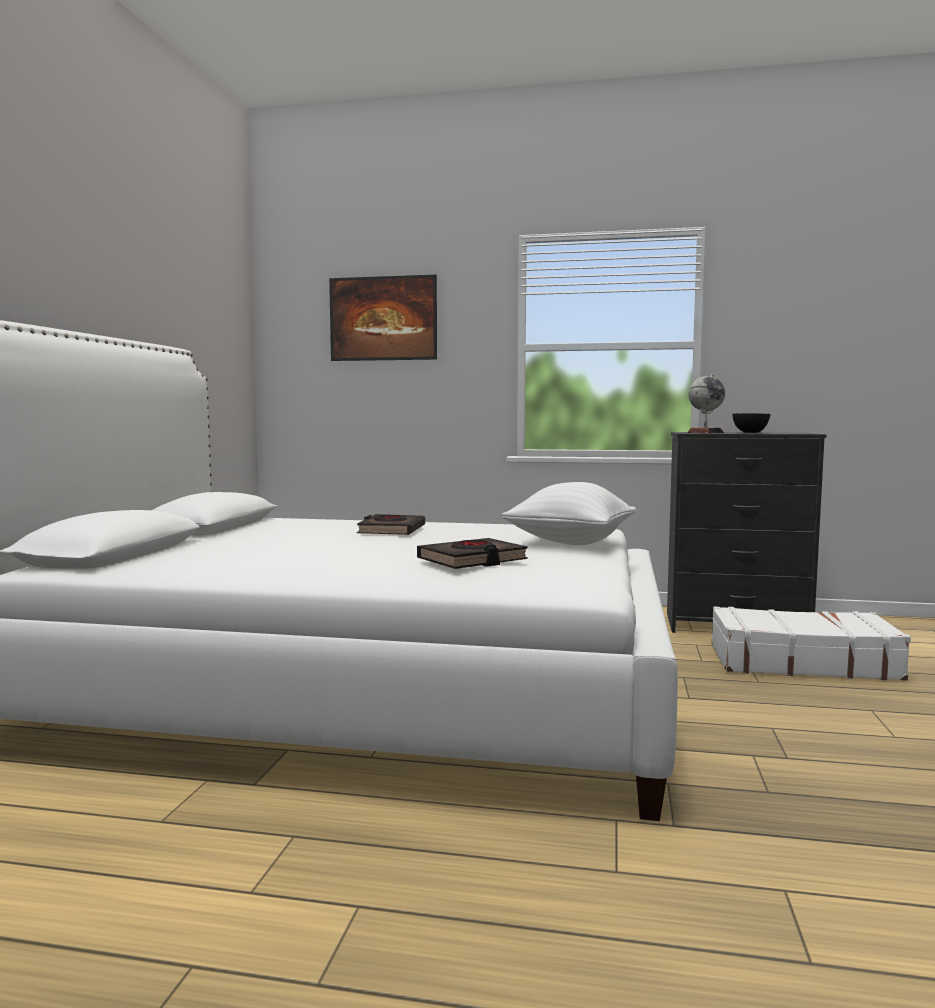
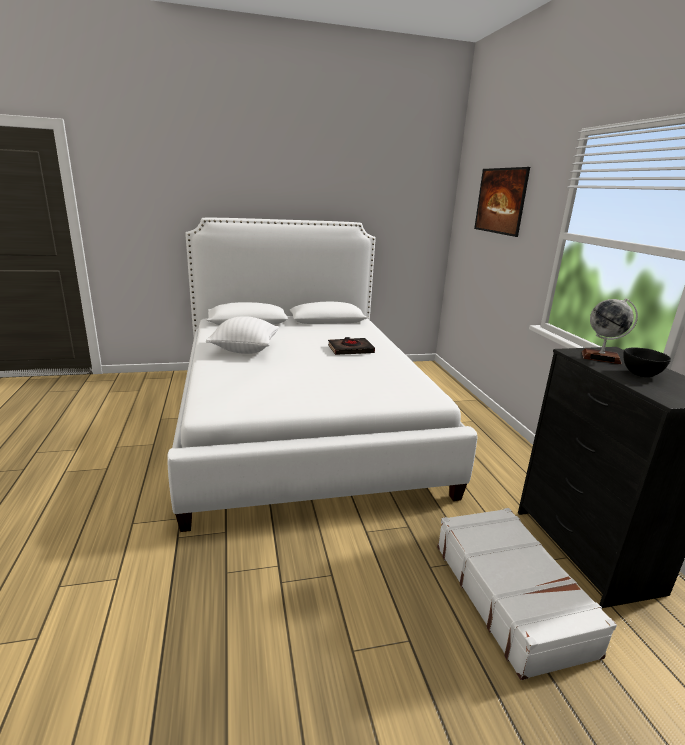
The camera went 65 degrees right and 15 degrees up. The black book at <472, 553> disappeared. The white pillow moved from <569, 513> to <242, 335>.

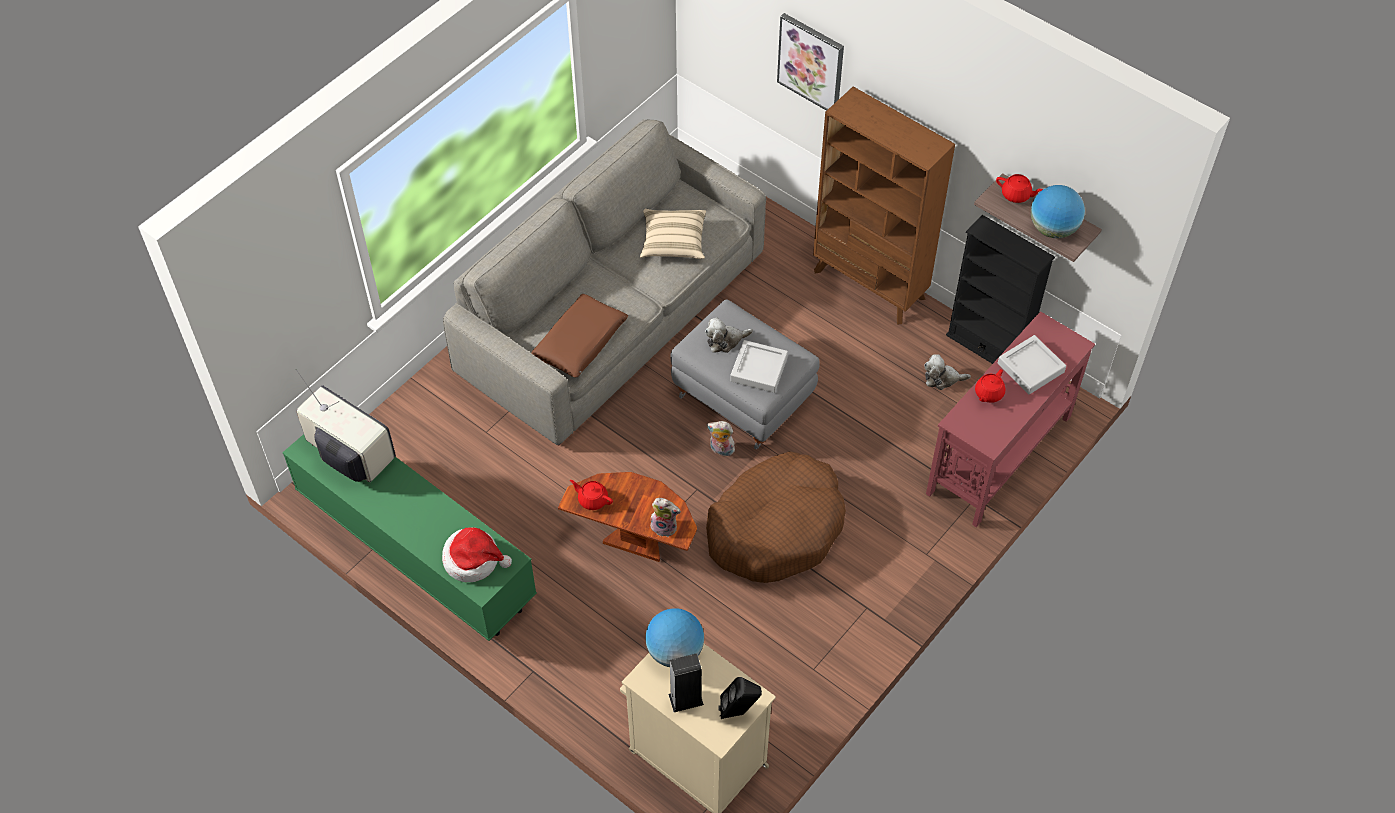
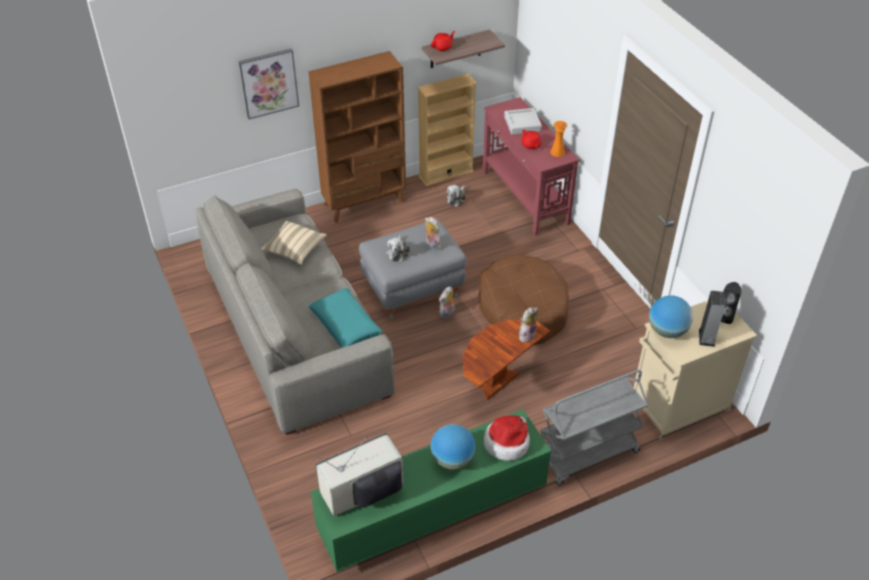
The camera went 65 degrees left and 10 degrees down. The red teapot at <591, 495> disappeared. The grey cart at <594, 427> appeared. The orange vase at <558, 139> appeared. The globe moved from <1058, 211> to <453, 447>. The grey tray at <759, 366> was replaced by the plush toy at <433, 233>. The brown pillow at <579, 335> became the turquoise pillow at <346, 318>. The black bookcase at <1000, 289> became the beige bookcase at <447, 129>.

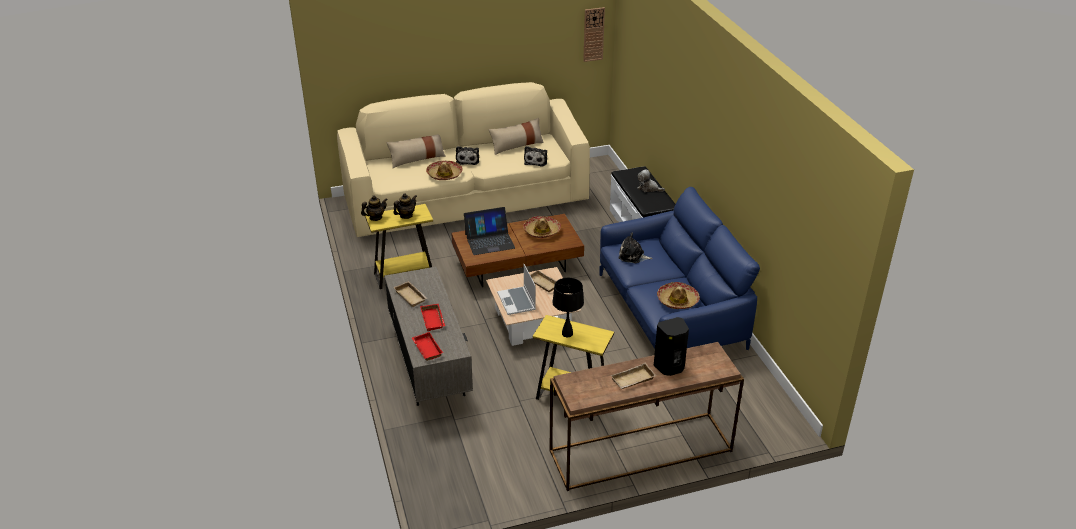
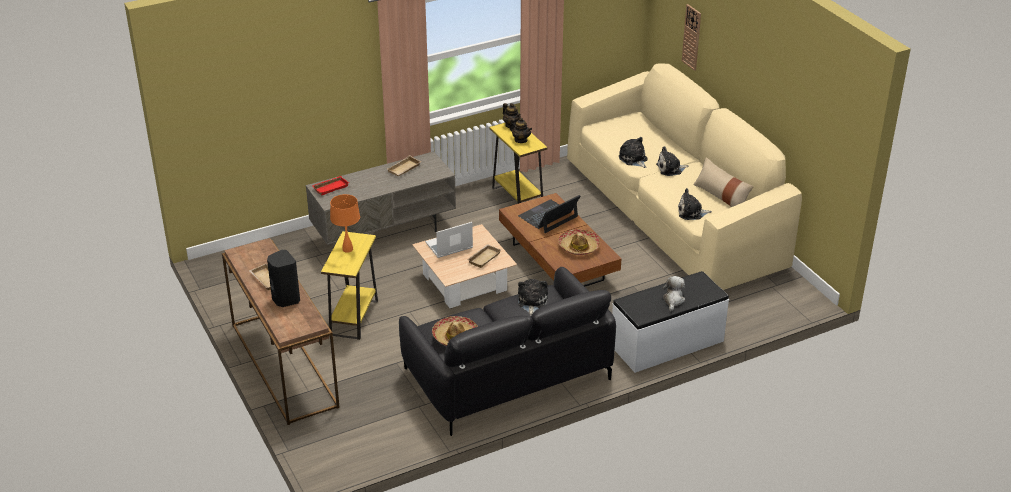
The camera went 80 degrees right and 0 degrees up. The beige pillow at <416, 151> disappeared. The red tray at <432, 317> disappeared. The wall clock moved from <594, 34> to <691, 37>. The hat at <444, 170> was replaced by the plush toy at <633, 152>. The black table lamp at <568, 307> became the orange table lamp at <345, 223>. The blue sofa at <679, 268> became the black sofa at <507, 351>. The laptop at <489, 231> turned 75 degrees clockwise.

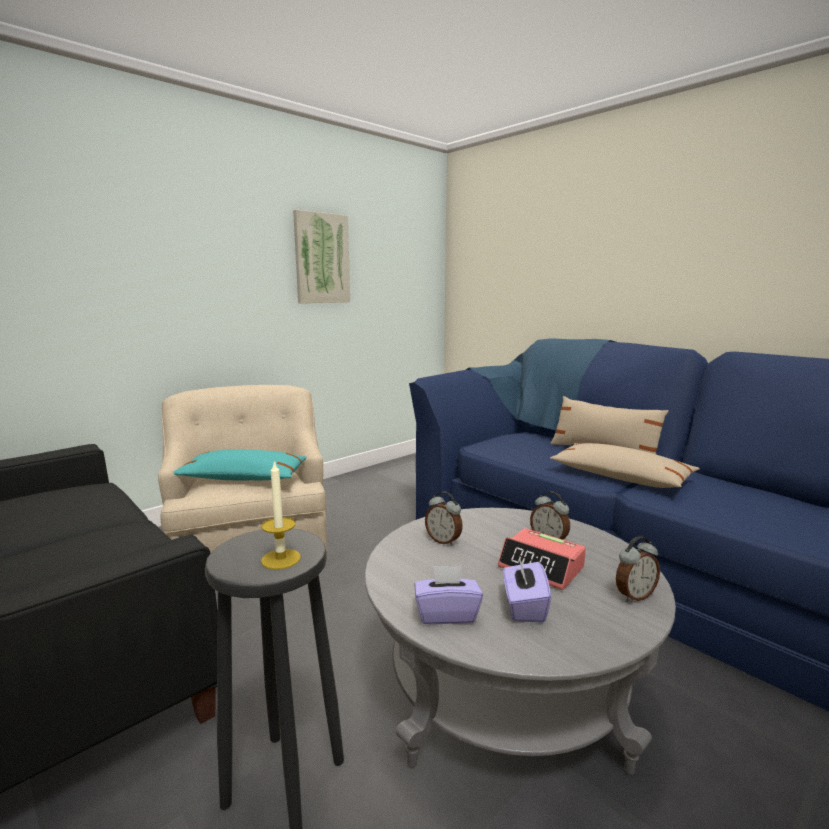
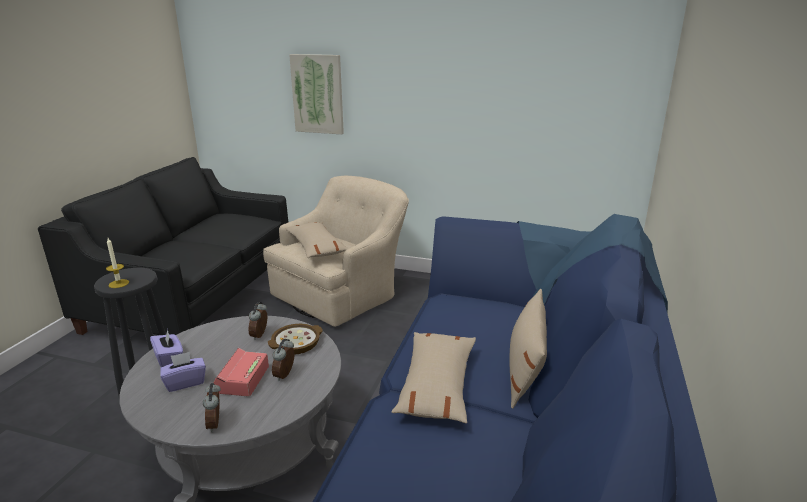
The camera went 60 degrees right and 10 degrees up. The bowl at <295, 339> appeared. The picture moved from <321, 256> to <316, 94>. The turquoise pillow at <239, 464> became the beige pillow at <317, 240>. The alarm clock at <638, 569> turned 45 degrees clockwise.

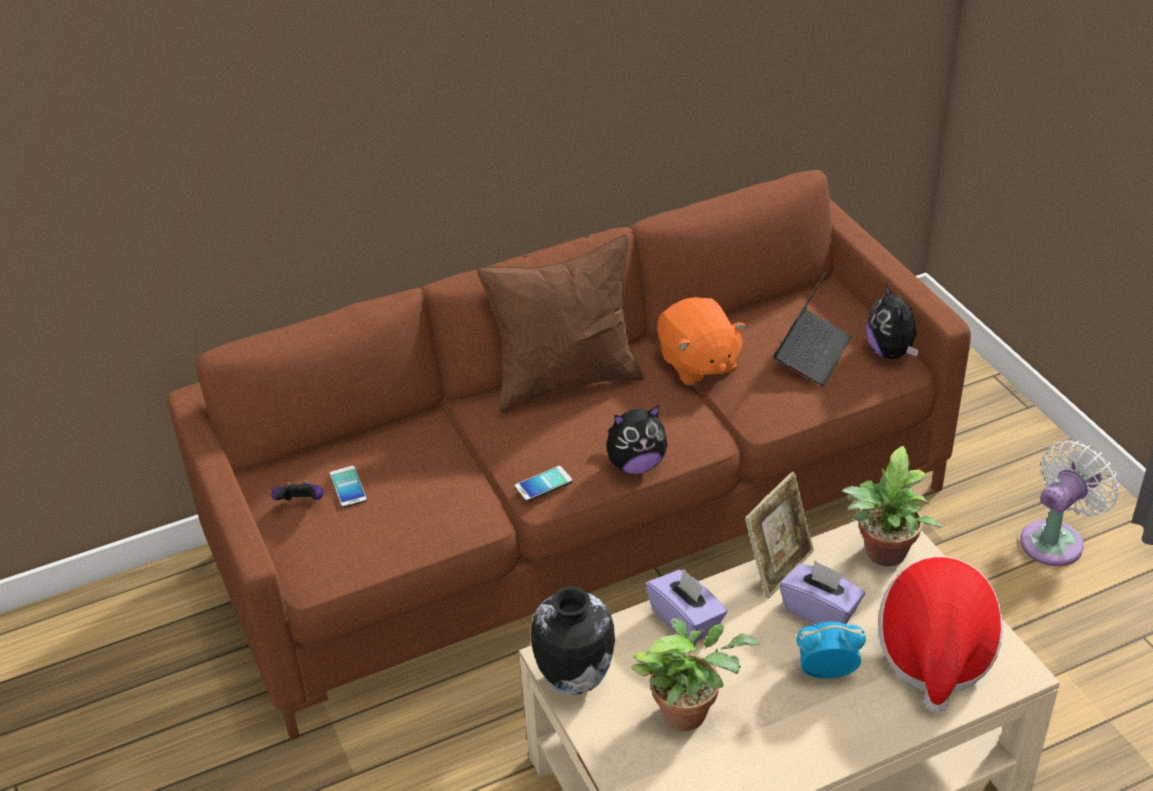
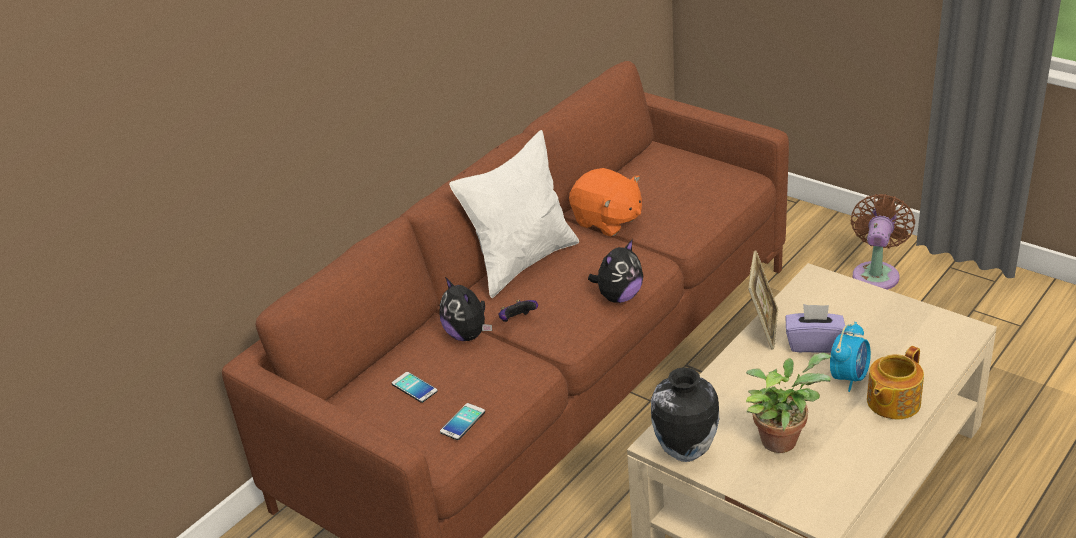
The camera went 25 degrees left and 5 degrees down. The purple tissue box at <686, 605> disappeared. The laptop at <812, 329> disappeared. The potted plant at <891, 506> disappeared. The hat at <940, 634> disappeared. The teapot at <895, 382> appeared. The game controller moved from <297, 490> to <518, 311>. The phone moved from <543, 484> to <462, 421>. The plush toy moved from <892, 321> to <466, 309>. The brown pillow at <560, 324> became the white pillow at <514, 214>. The white fan at <1069, 503> became the brown fan at <883, 242>. The alarm clock at <831, 650> turned 150 degrees clockwise.

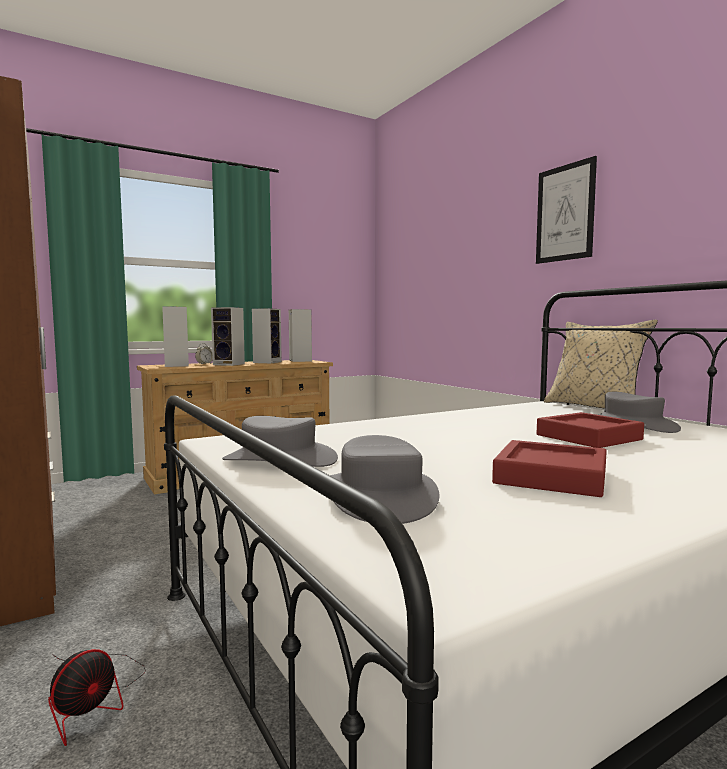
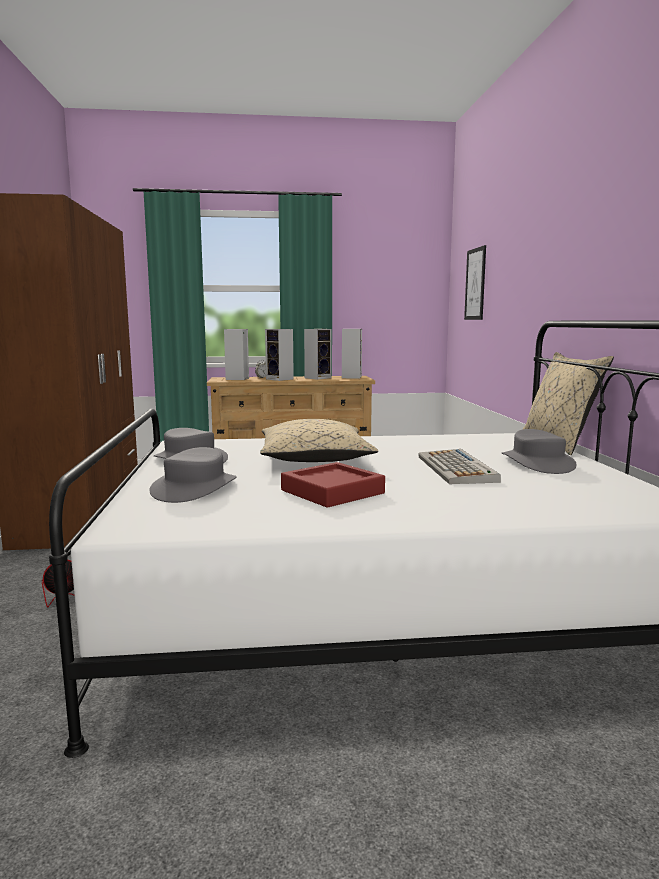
The camera went 25 degrees right and 5 degrees up. The beige pillow at <319, 440> appeared. The picture moved from <566, 210> to <475, 282>. The red tray at <590, 430> was replaced by the keyboard at <460, 466>.

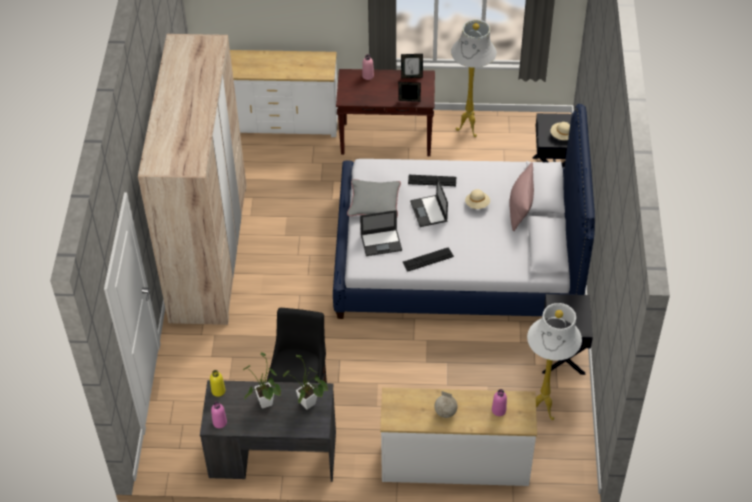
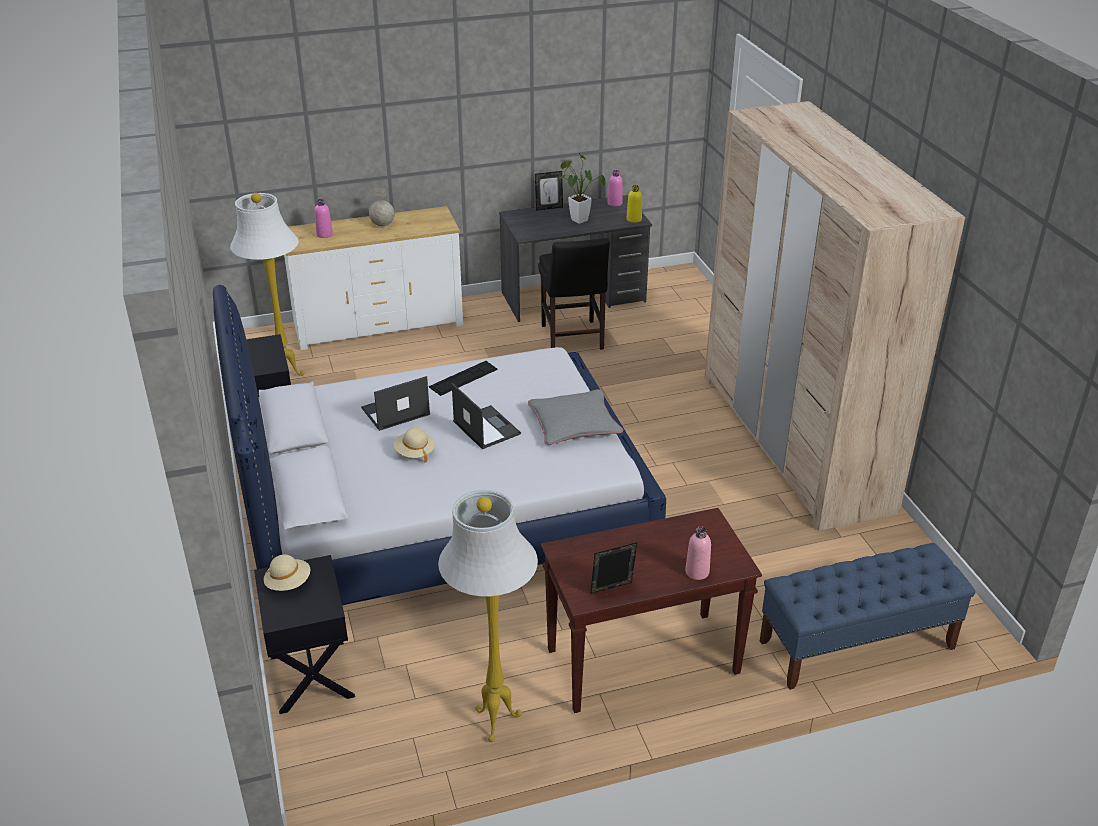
The camera went 160 degrees right and 15 degrees down. The potted plant at <305, 382> disappeared. The keyboard at <432, 180> disappeared. The pink pillow at <521, 196> disappeared. The laptop moved from <381, 233> to <395, 403>. The picture frame moved from <409, 92> to <549, 191>. The white dresser at <284, 93> was replaced by the blue bench at <868, 616>.

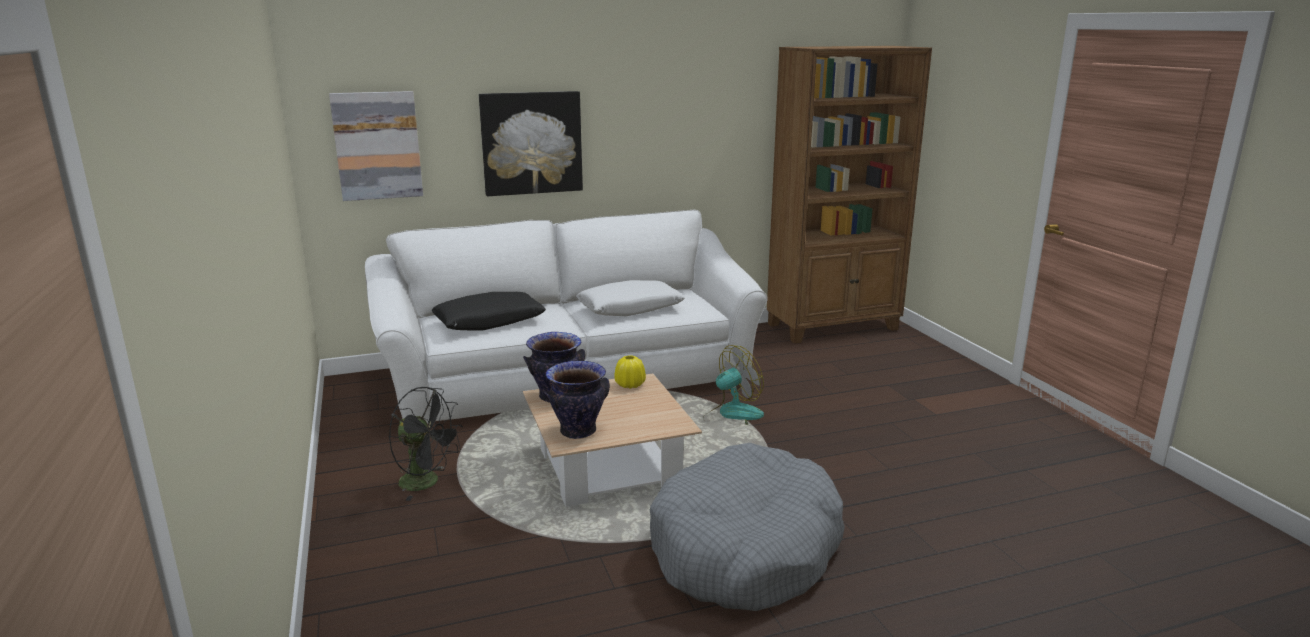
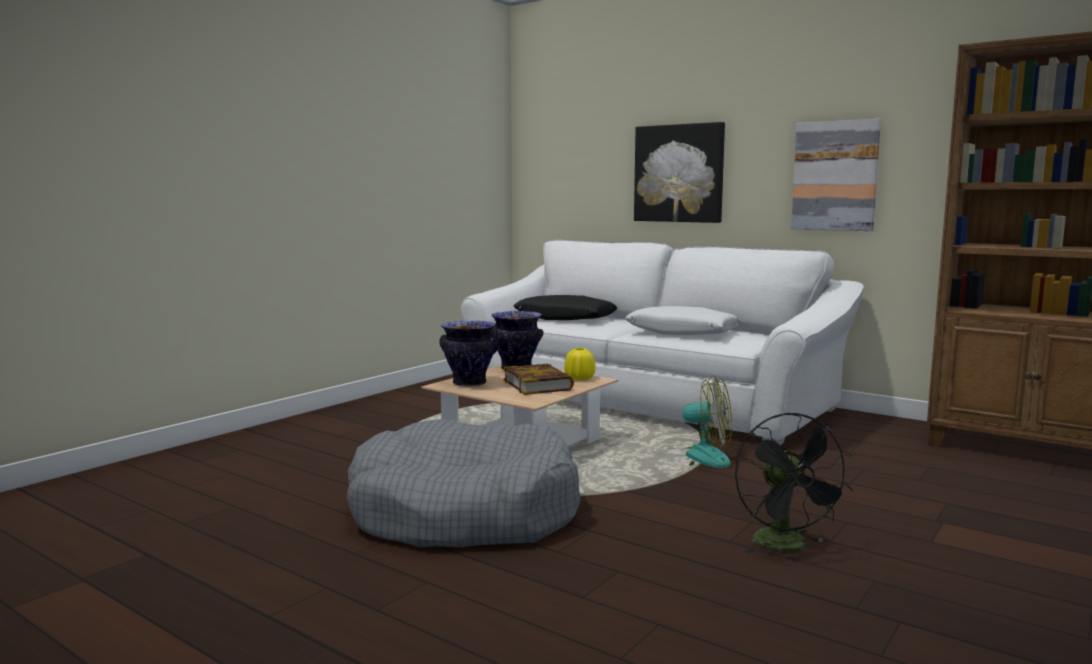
The camera went 55 degrees right and 10 degrees down. The book at <538, 379> appeared. The picture moved from <376, 146> to <836, 175>. The black fan moved from <426, 444> to <793, 482>.

